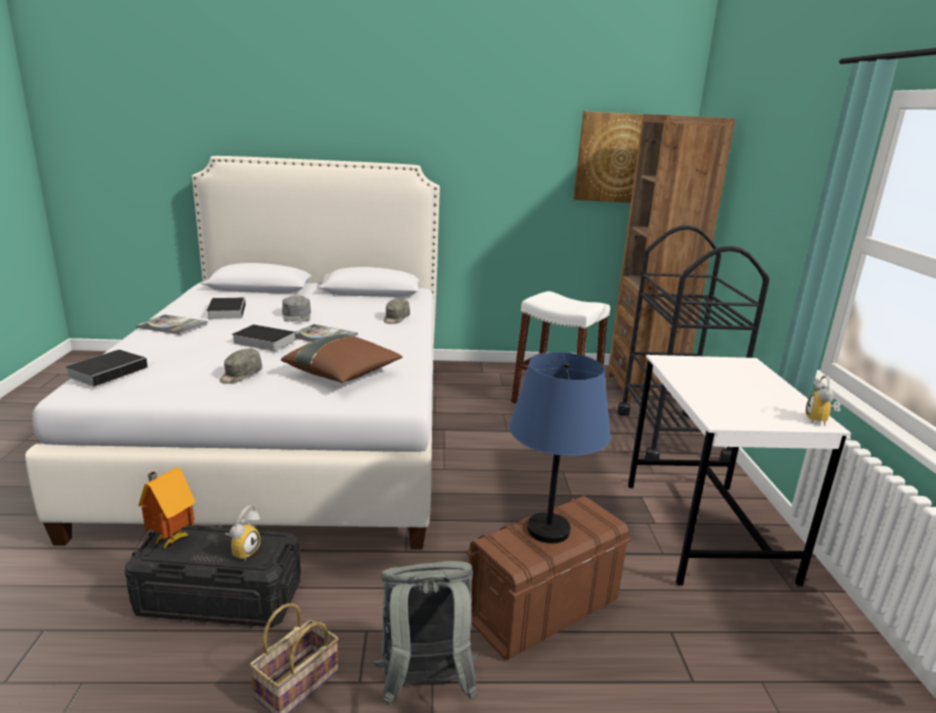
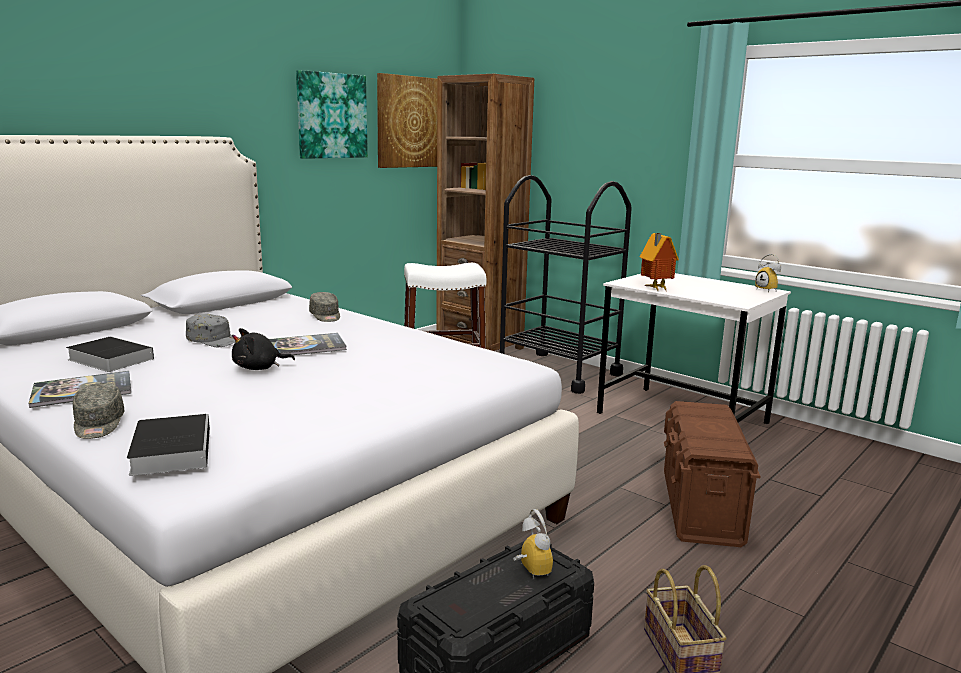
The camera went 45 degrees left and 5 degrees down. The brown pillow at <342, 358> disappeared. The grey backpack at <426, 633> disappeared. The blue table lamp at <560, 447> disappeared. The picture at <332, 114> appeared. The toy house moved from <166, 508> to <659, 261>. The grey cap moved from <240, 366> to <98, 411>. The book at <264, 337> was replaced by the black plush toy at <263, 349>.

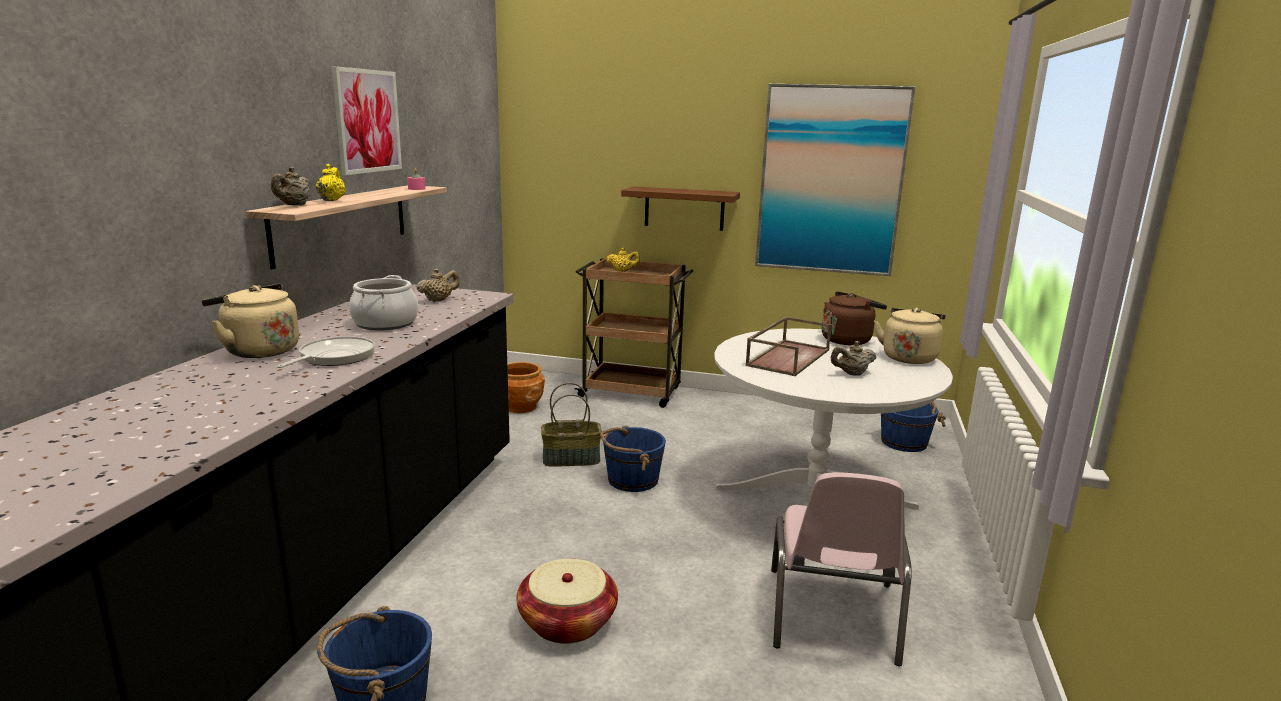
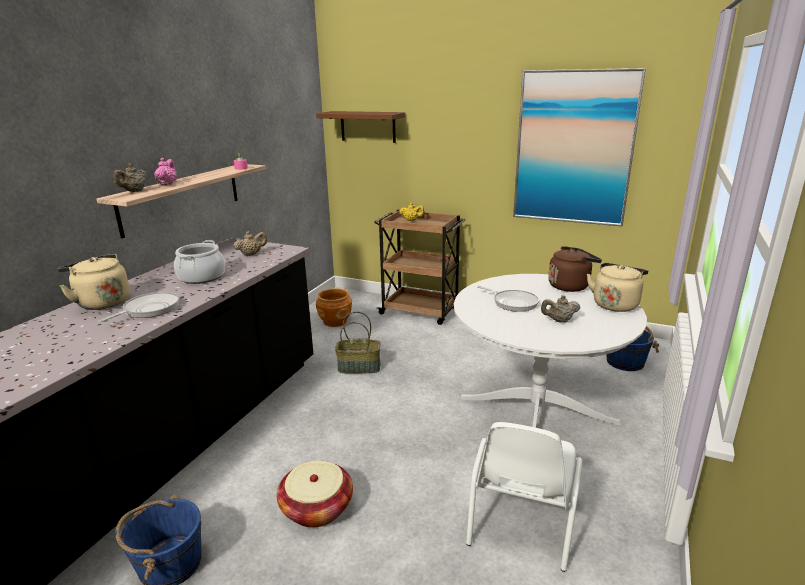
The camera went 10 degrees right and 5 degrees up. The picture at <366, 120> disappeared. The blue bucket at <633, 459> disappeared. The brown shelf moved from <680, 208> to <360, 127>. The brown tray at <788, 346> was replaced by the frying pan at <508, 299>. The yellow teapot at <331, 182> became the pink teapot at <165, 171>. The pink chair at <841, 569> became the white chair at <524, 497>.

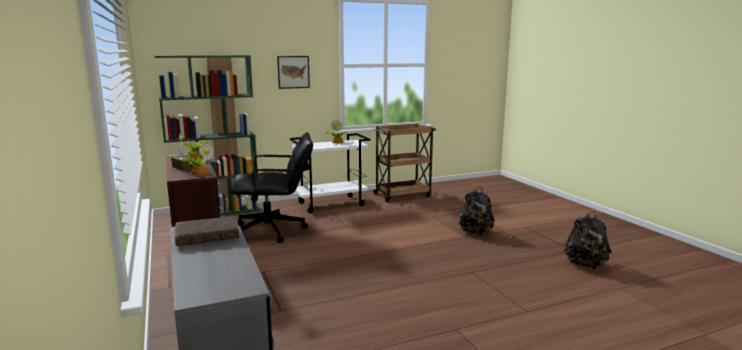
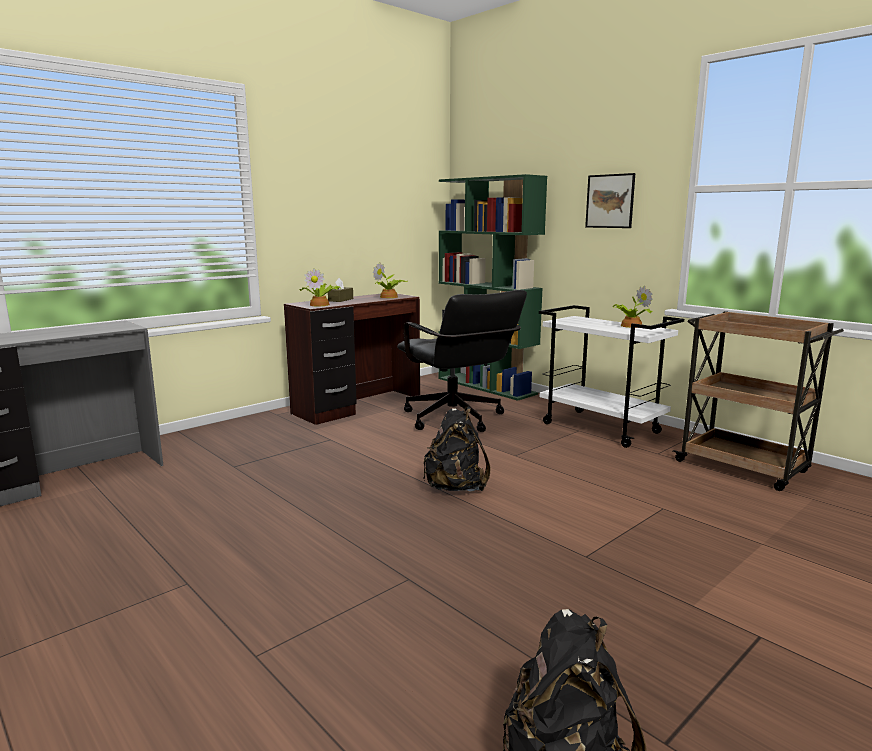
The camera went 70 degrees right and 0 degrees up. The brown book at <207, 231> disappeared. The black backpack moved from <475, 211> to <456, 449>.

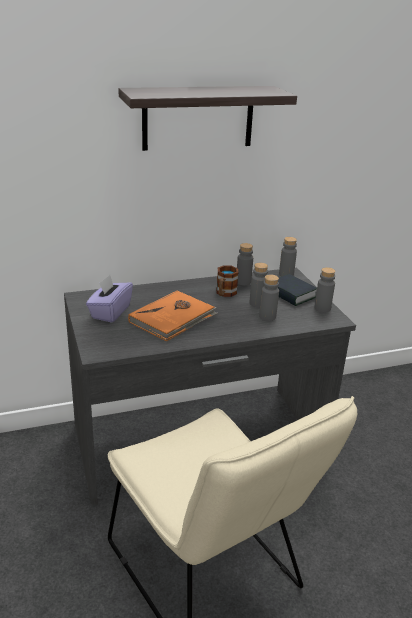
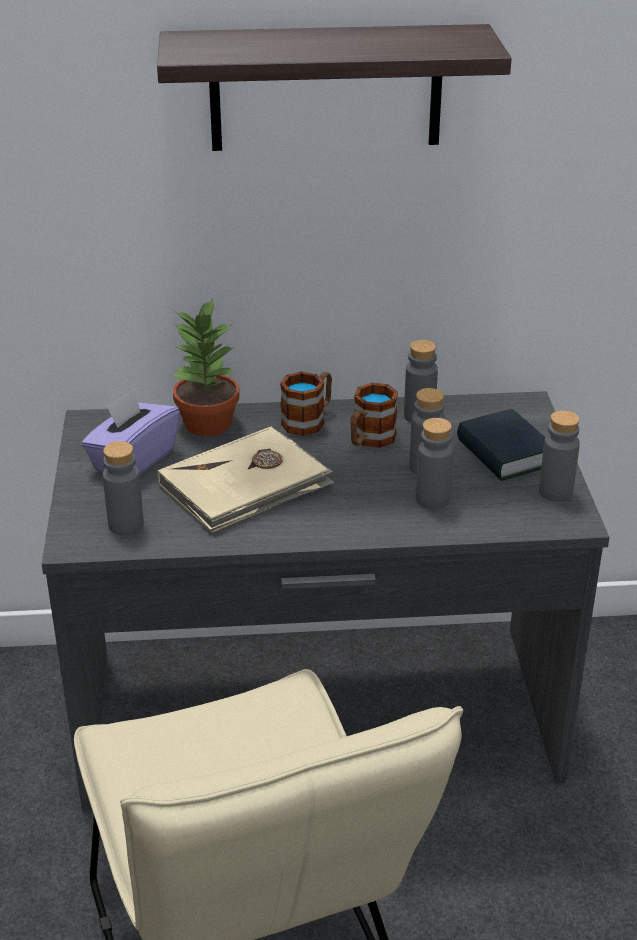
The camera went 15 degrees right and 5 degrees up. The potted plant at <204, 367> appeared. The mug at <306, 403> appeared. The grey bottle moved from <288, 256> to <123, 488>. The orange book at <173, 315> became the beige book at <246, 479>.

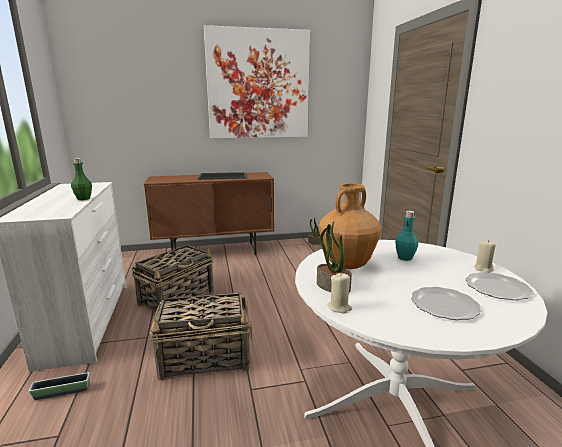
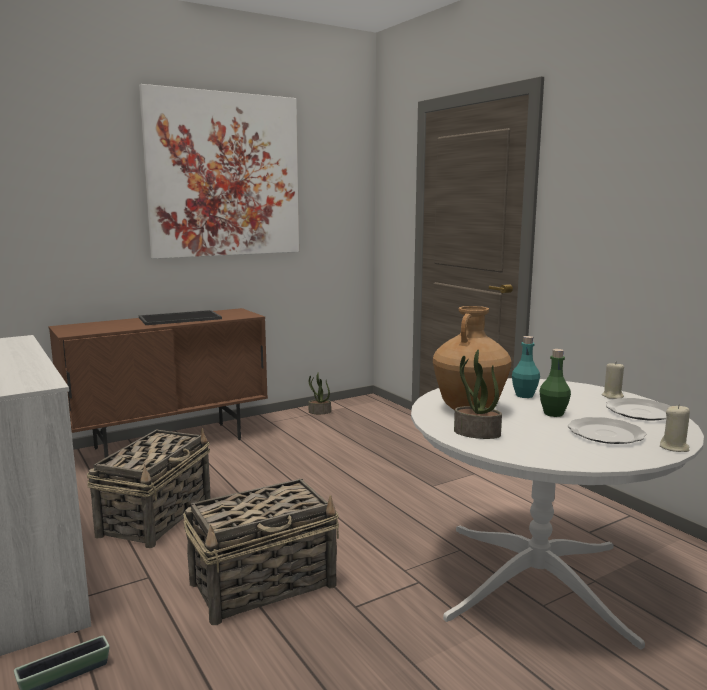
The camera went 20 degrees left and 5 degrees down. The green bottle moved from <81, 179> to <555, 383>. The beige candle moved from <340, 293> to <675, 428>.

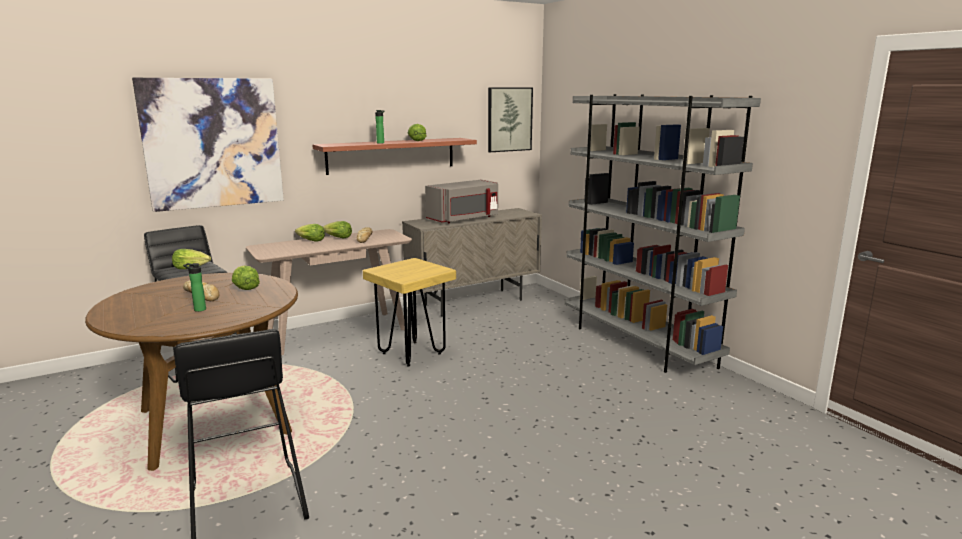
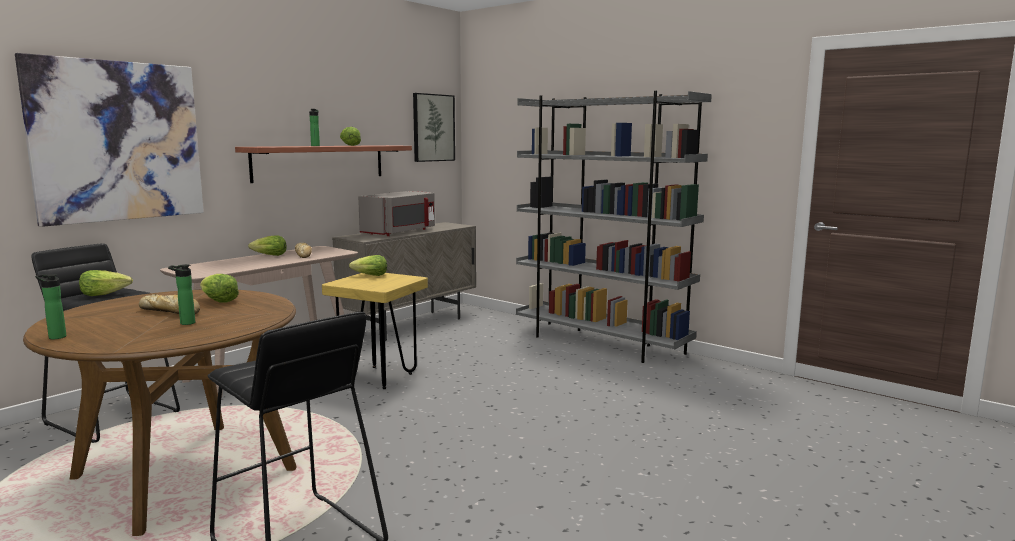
The camera went 20 degrees left and 5 degrees down. The bottle at <50, 306> appeared. The lettuce moved from <310, 233> to <368, 265>.

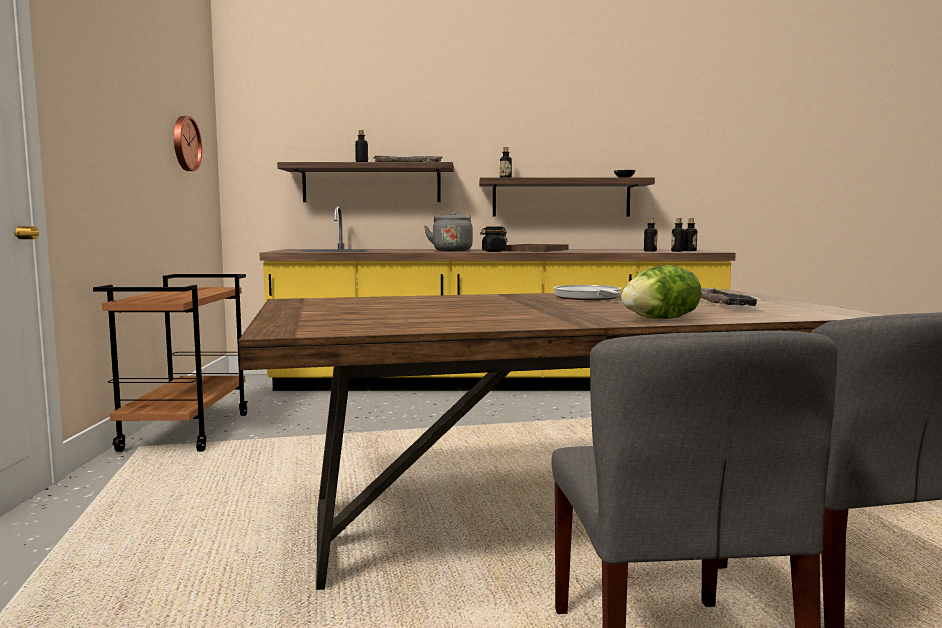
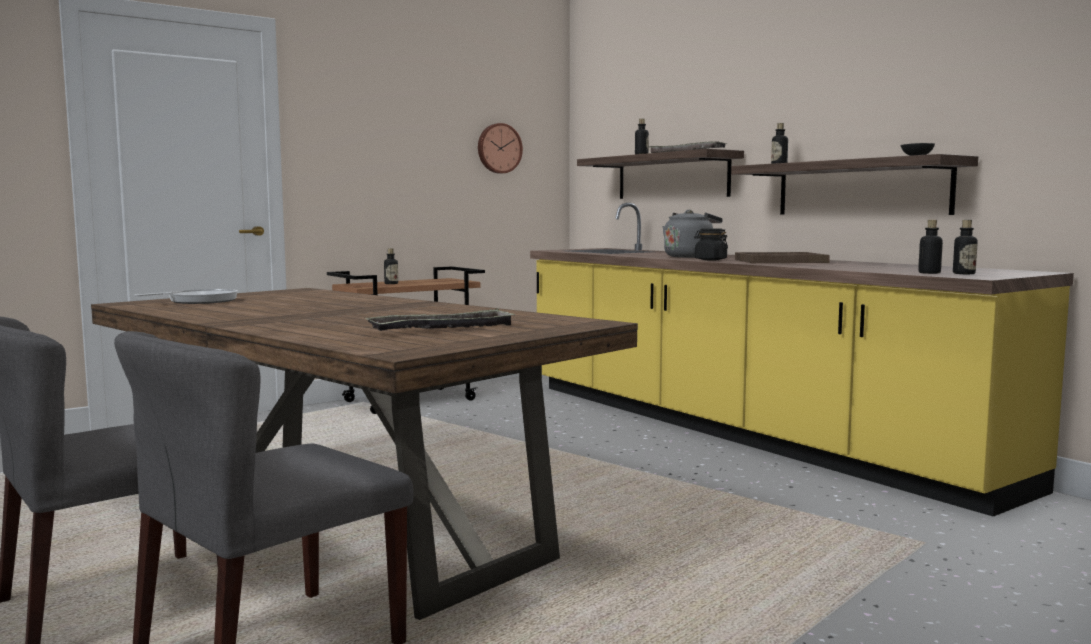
The camera went 55 degrees right and 0 degrees up. The lettuce at <661, 292> disappeared. The frying pan moved from <587, 292> to <186, 296>. The bottle moved from <650, 235> to <391, 266>.

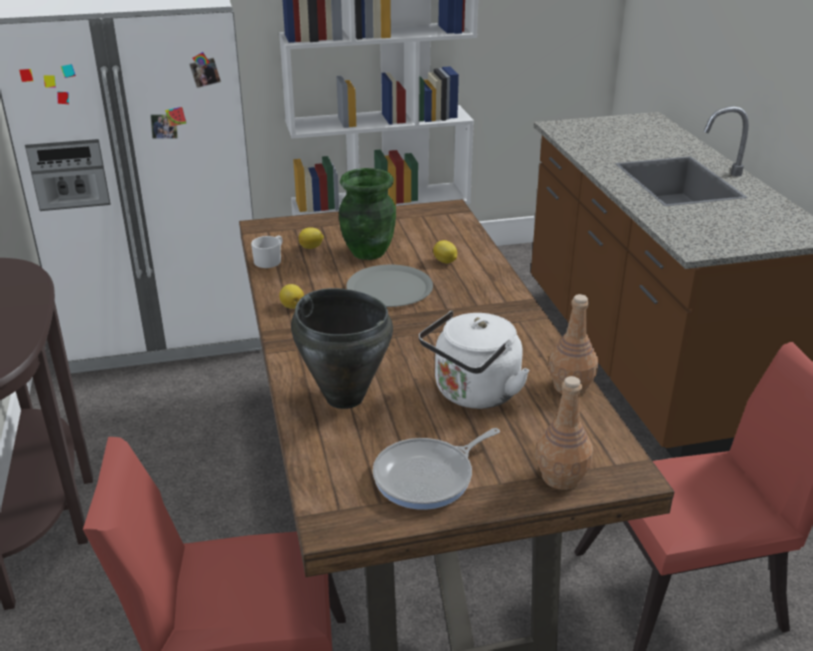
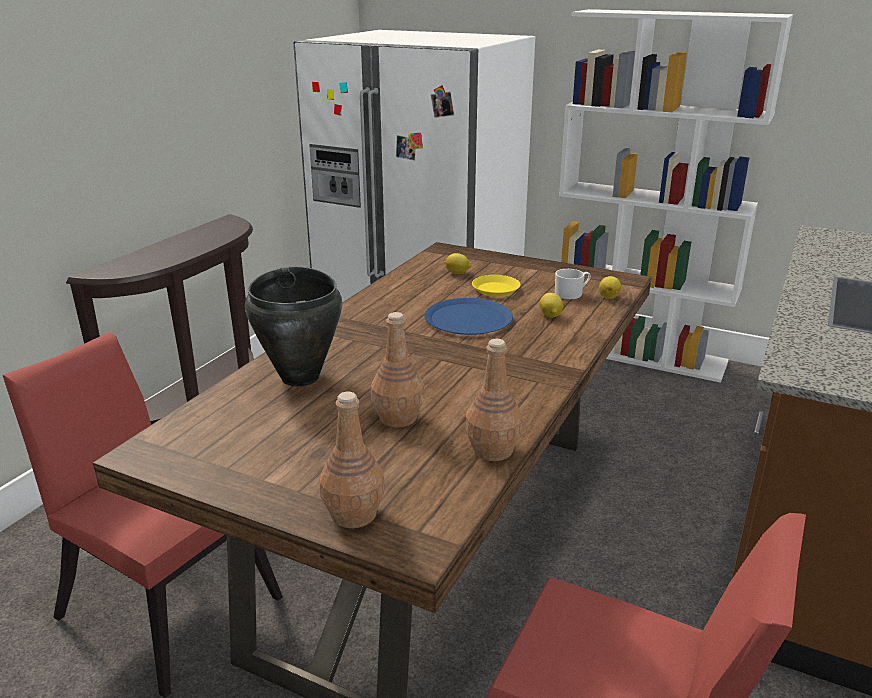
The camera went 40 degrees right and 5 degrees down. The frying pan at <436, 469> disappeared. The white mug moved from <266, 251> to <573, 284>. The lemon moved from <291, 296> to <610, 287>. The green vase at <367, 214> was replaced by the yellow plate at <496, 285>. The white kettle at <474, 359> was replaced by the brown bottle at <398, 370>. The grey plate at <389, 286> became the blue plate at <469, 316>.

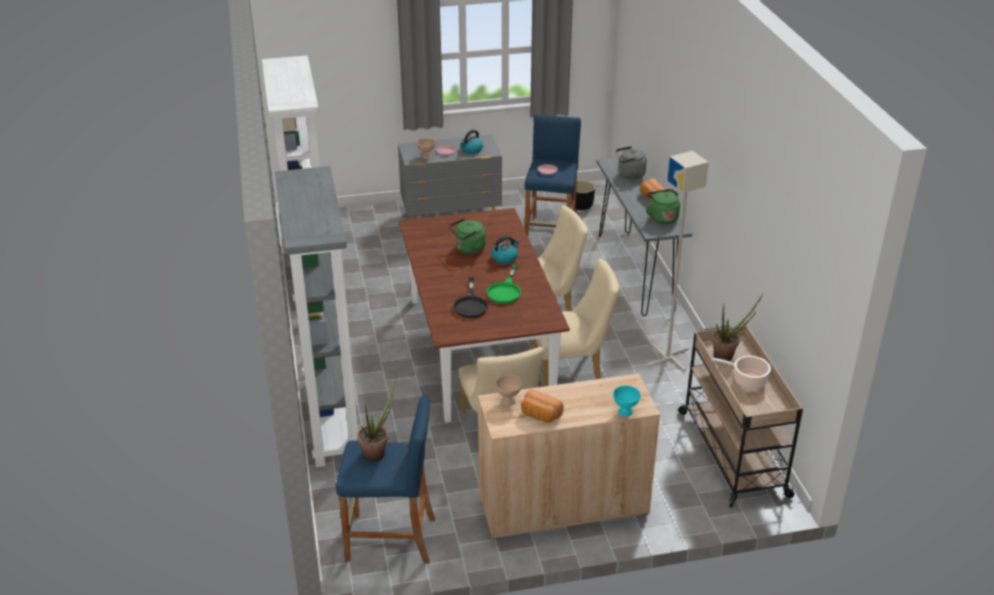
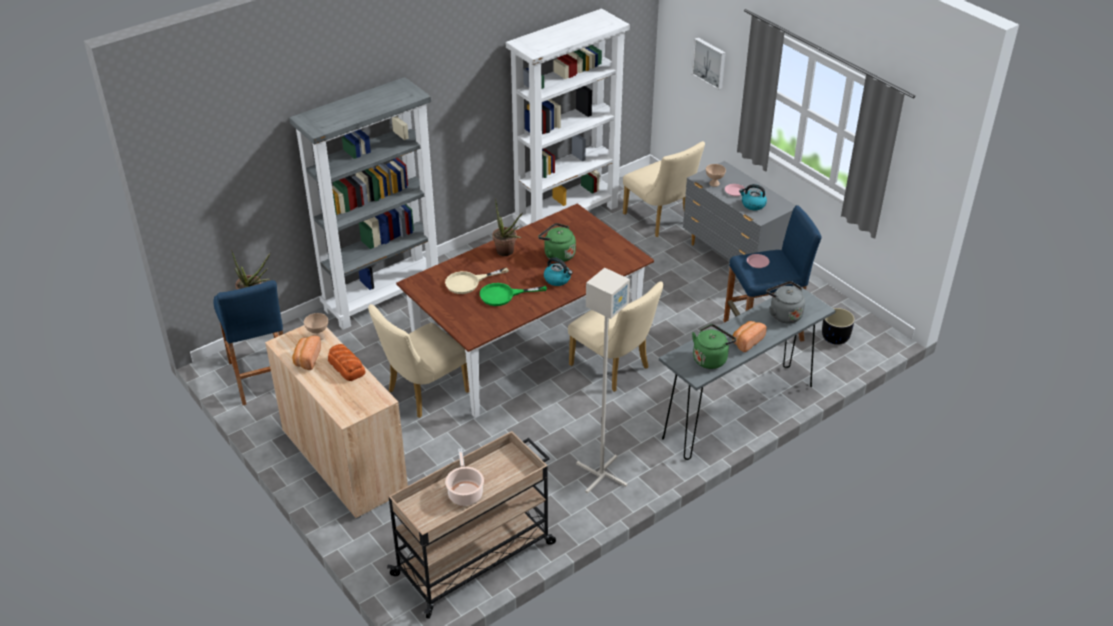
The camera went 65 degrees right and 5 degrees up. The turquoise bowl at <626, 401> disappeared. The bread at <347, 362> appeared. The picture at <709, 64> appeared. The beige chair moved from <575, 323> to <664, 189>. The potted plant moved from <737, 327> to <507, 227>. The black frying pan at <470, 297> became the beige frying pan at <477, 280>.

